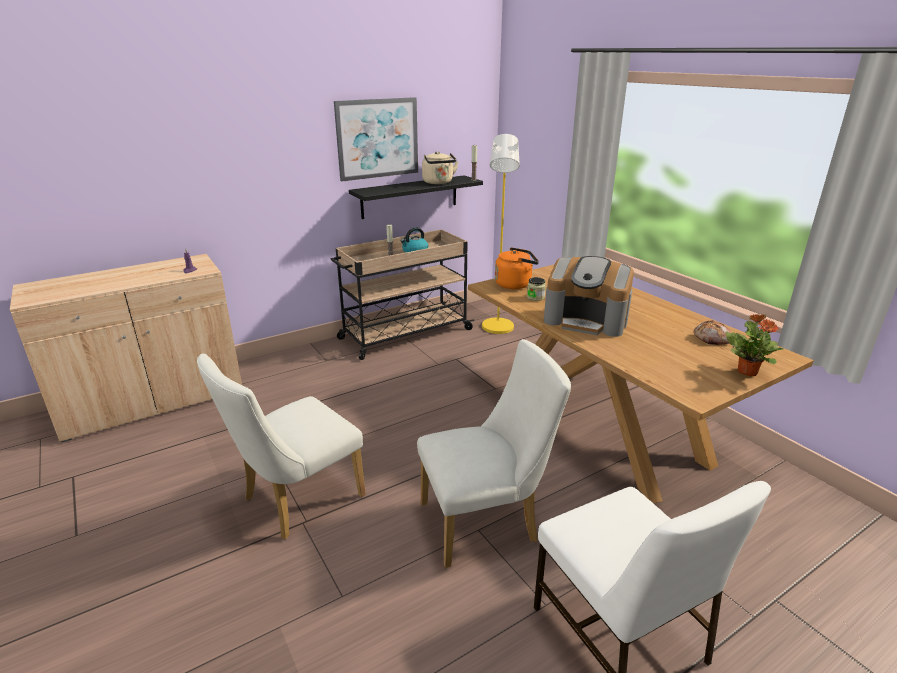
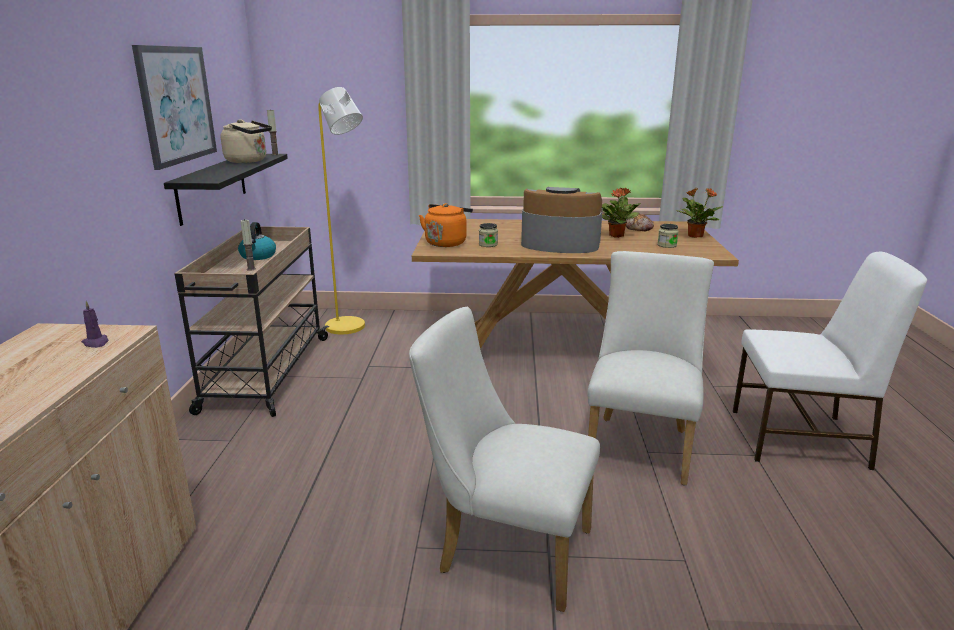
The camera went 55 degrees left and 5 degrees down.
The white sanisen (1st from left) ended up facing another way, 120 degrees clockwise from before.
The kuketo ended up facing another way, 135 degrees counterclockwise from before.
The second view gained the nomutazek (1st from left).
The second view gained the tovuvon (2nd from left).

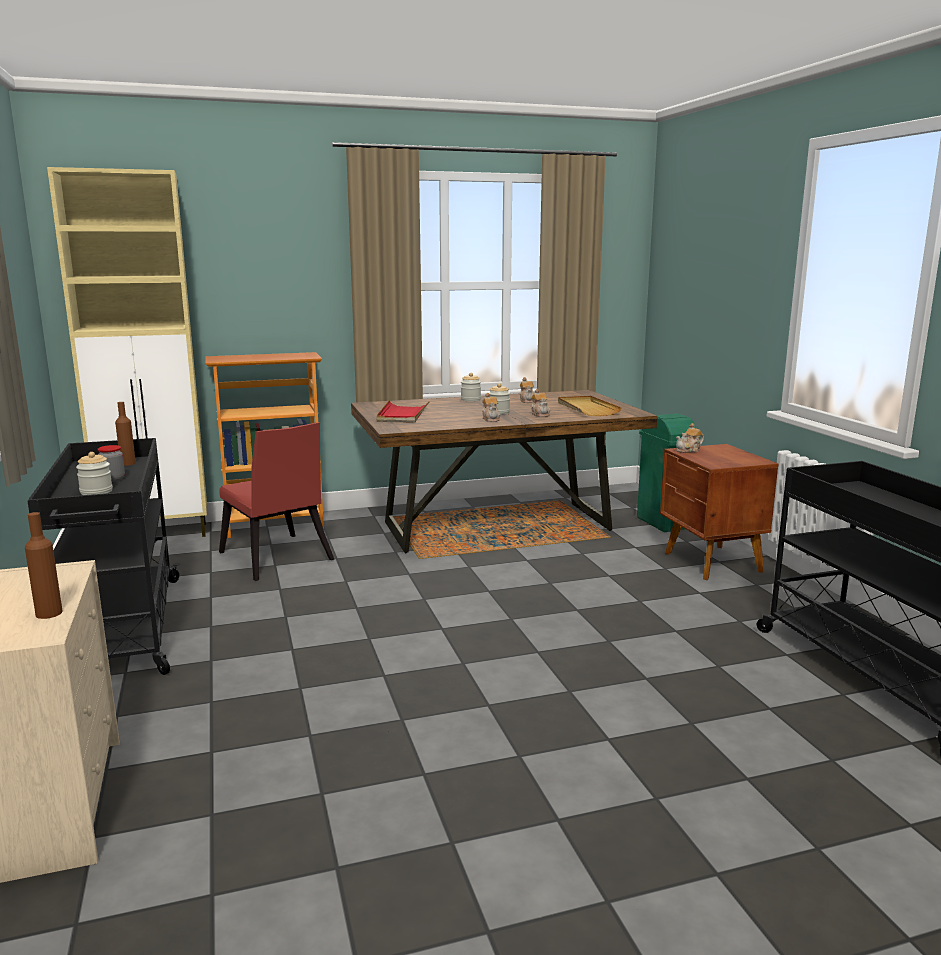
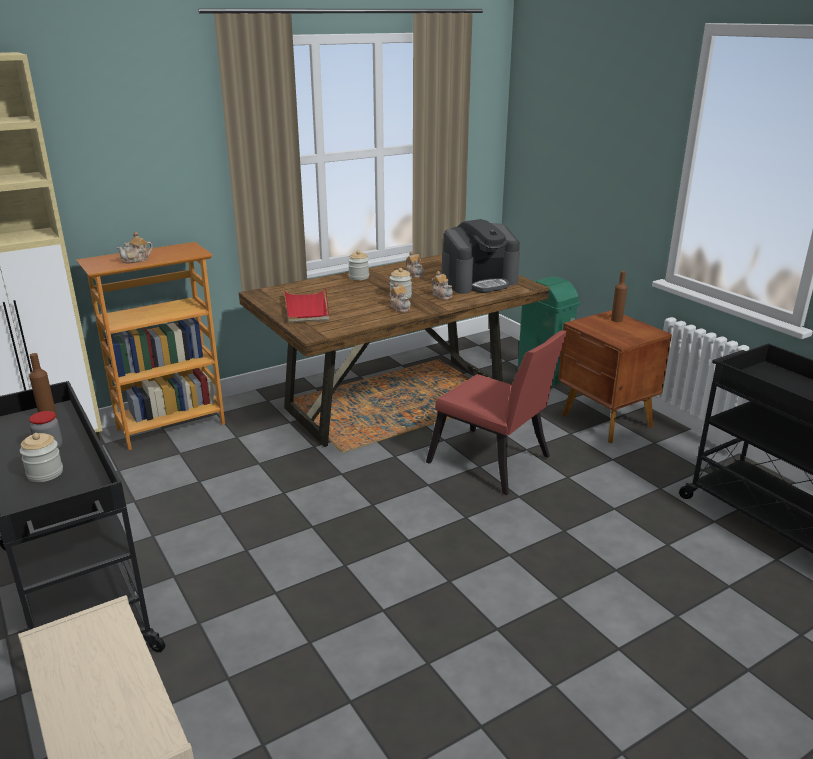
The camera went 15 degrees left and 10 degrees up.
The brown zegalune (1st from left in the first image) ended up elsewhere.
The red sanisen ended up elsewhere.
Where the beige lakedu stood, the kuketo came to stand.
The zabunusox (4th from left in the first image) ended up elsewhere.

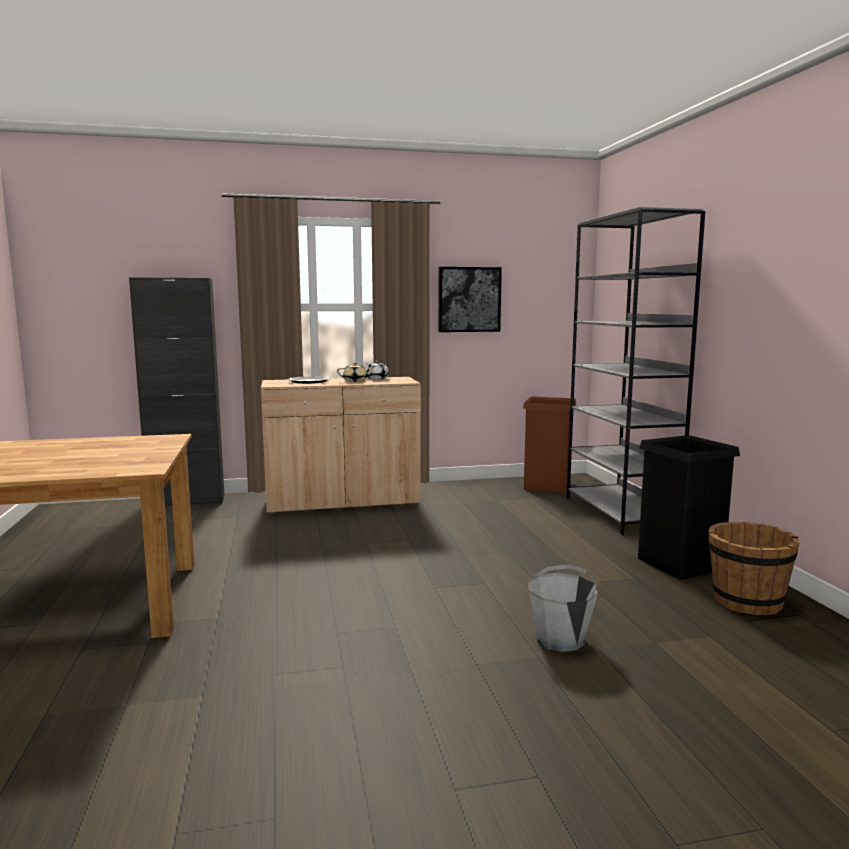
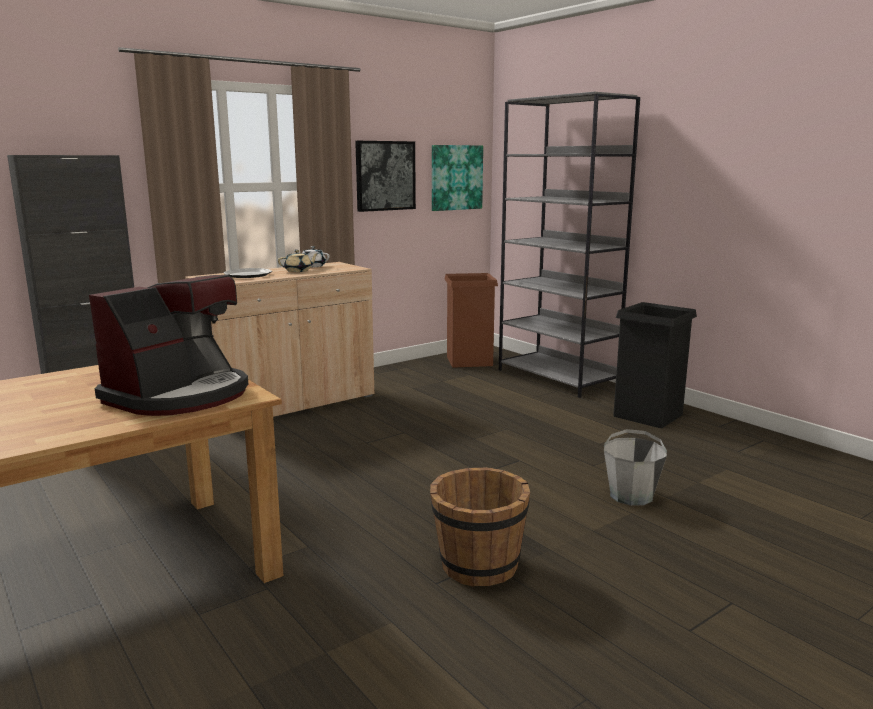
The camera went 25 degrees left and 5 degrees up.
The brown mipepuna ended up elsewhere.
The second view gained the kuketo.
The second view gained the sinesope (2nd from left).

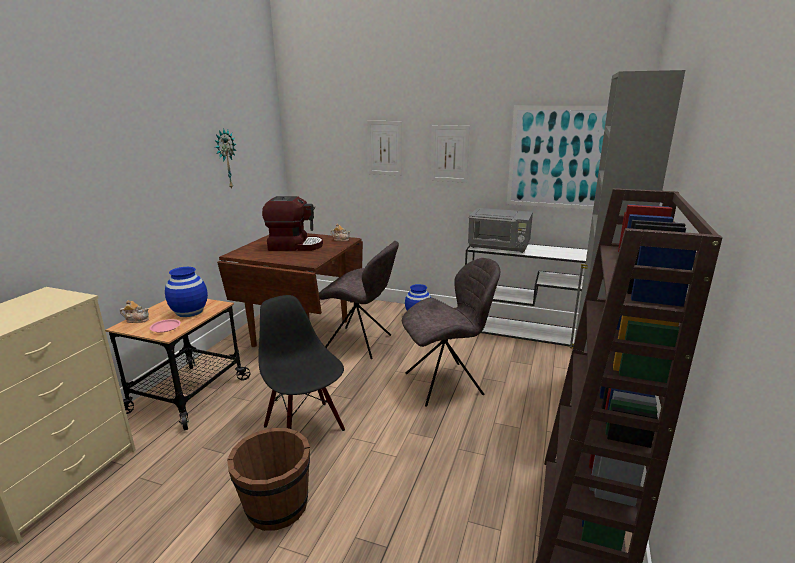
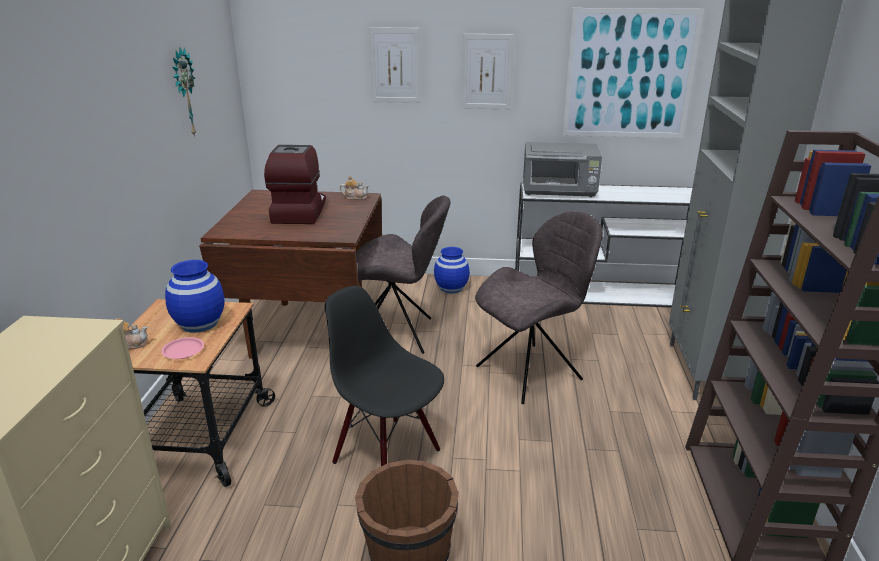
The camera went 15 degrees left and 5 degrees up.
The kuketo ended up facing another way, 75 degrees counterclockwise from before.

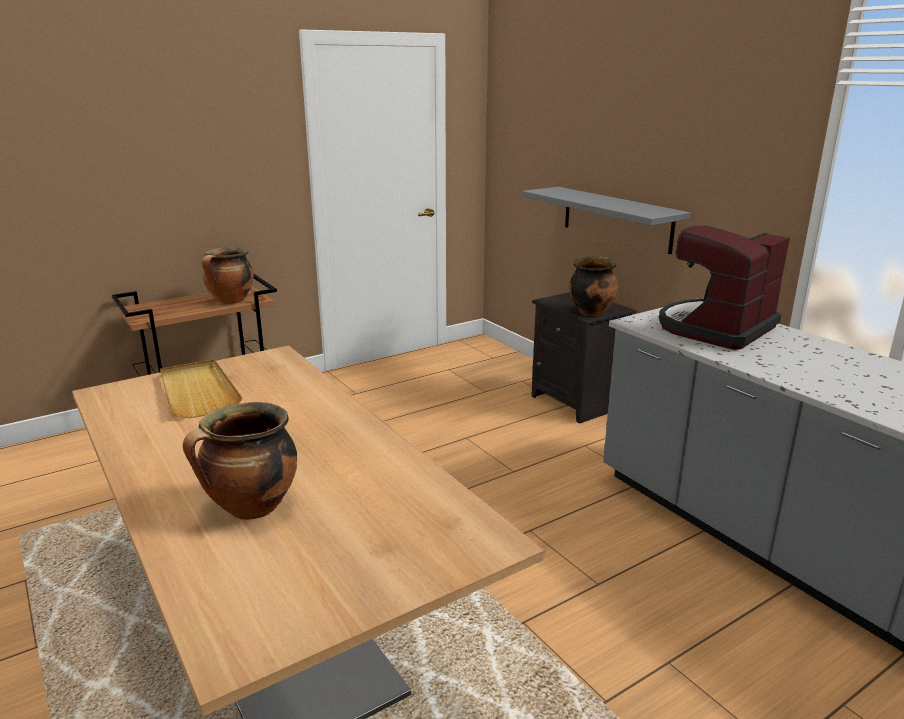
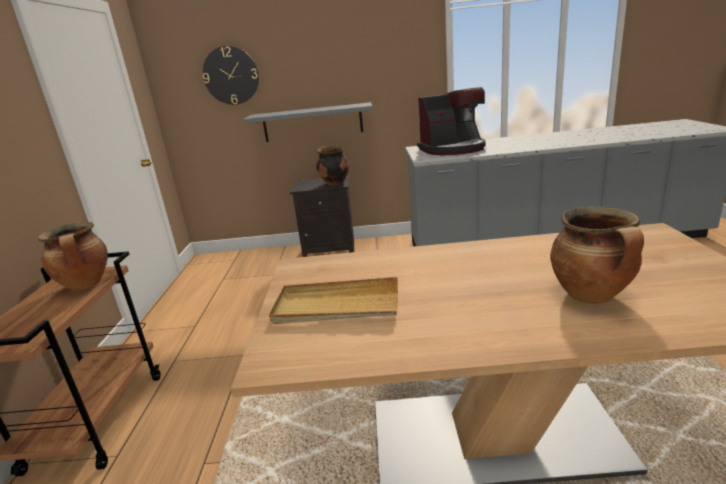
The camera went 55 degrees left and 0 degrees up.
The kuketo ended up facing another way, 90 degrees counterclockwise from before.
The second view gained the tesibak.

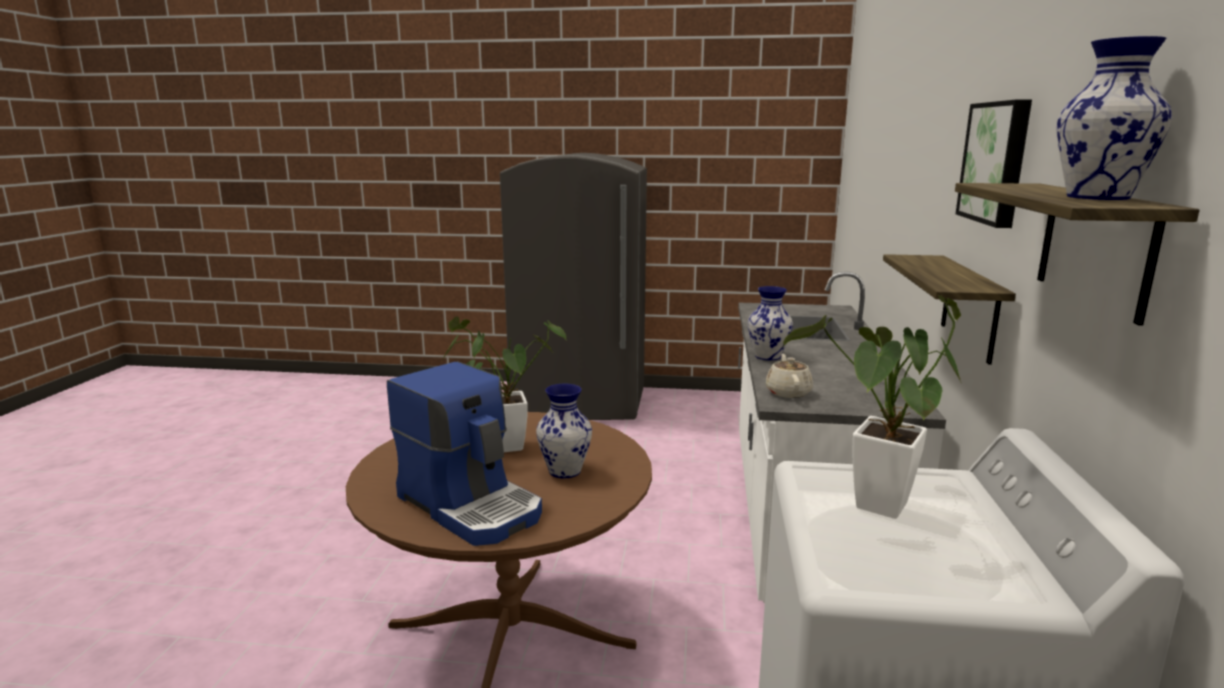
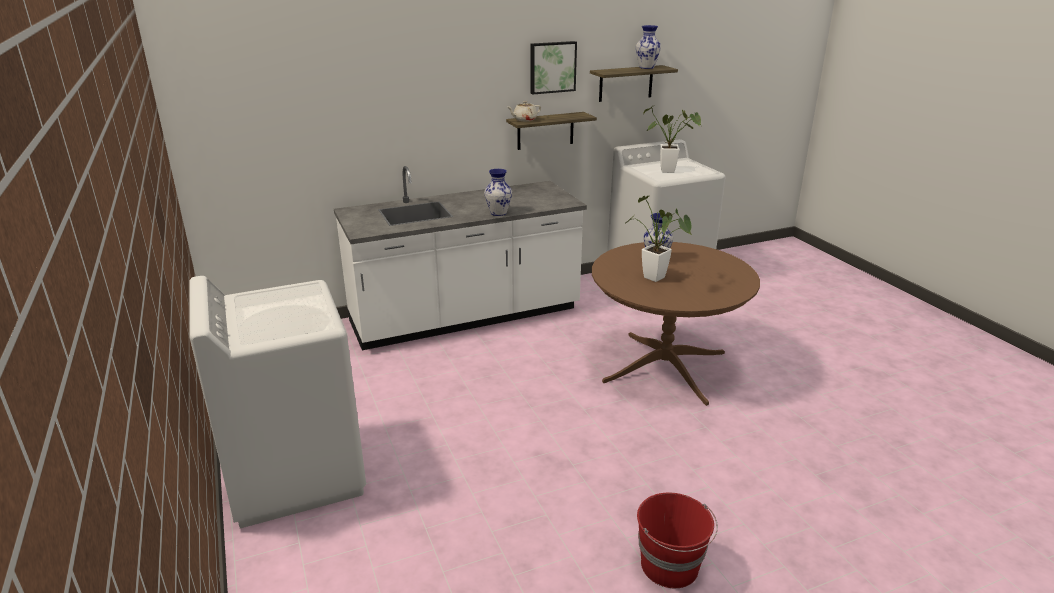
The camera went 120 degrees left and 10 degrees up.
The second view lost the kuketo.
Where the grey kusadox stood, the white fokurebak (1st from left) came to stand.
The beige zabunusox ended up elsewhere.
The second view gained the red mipepuna.

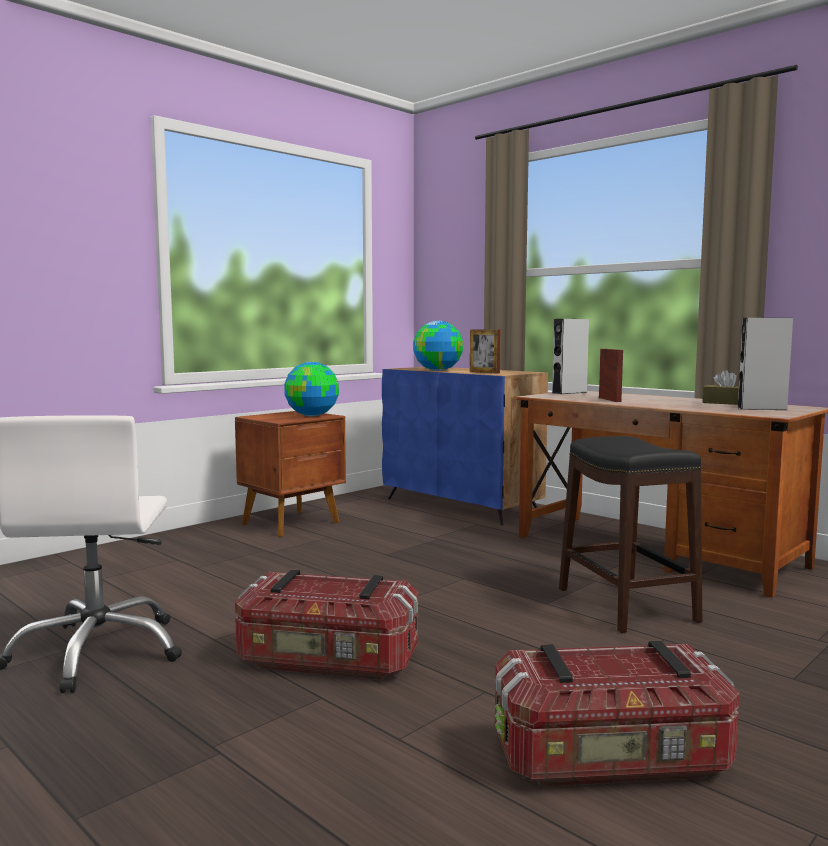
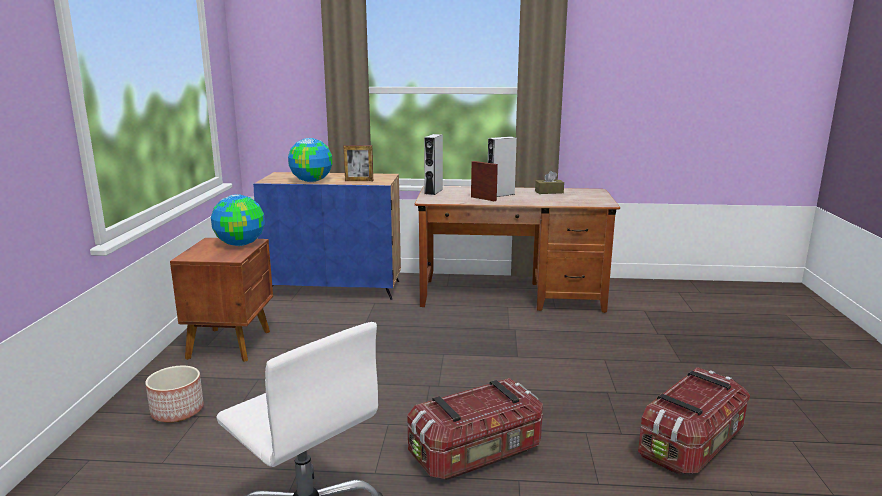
The camera went 40 degrees left and 10 degrees up.
The second view lost the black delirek.
The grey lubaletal (2nd from left) ended up elsewhere.
The second view gained the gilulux.

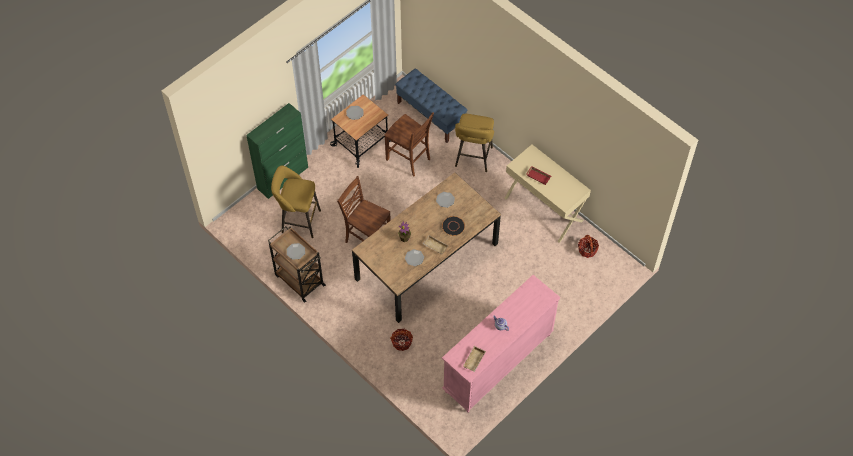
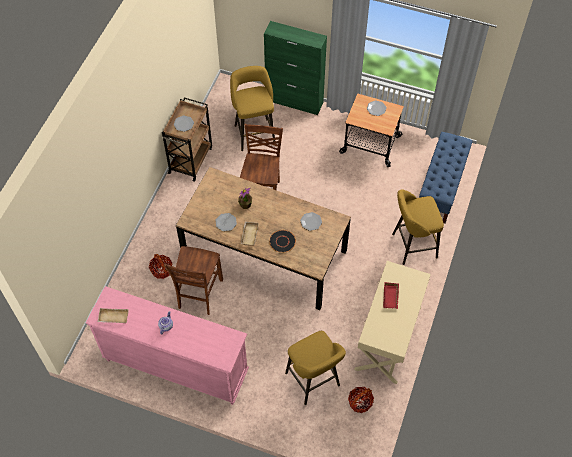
The camera went 65 degrees right and 0 degrees up.
The brown sanisen (2nd from left in the first image) ended up elsewhere.
The second view gained the yellow delirek (2nd from left).

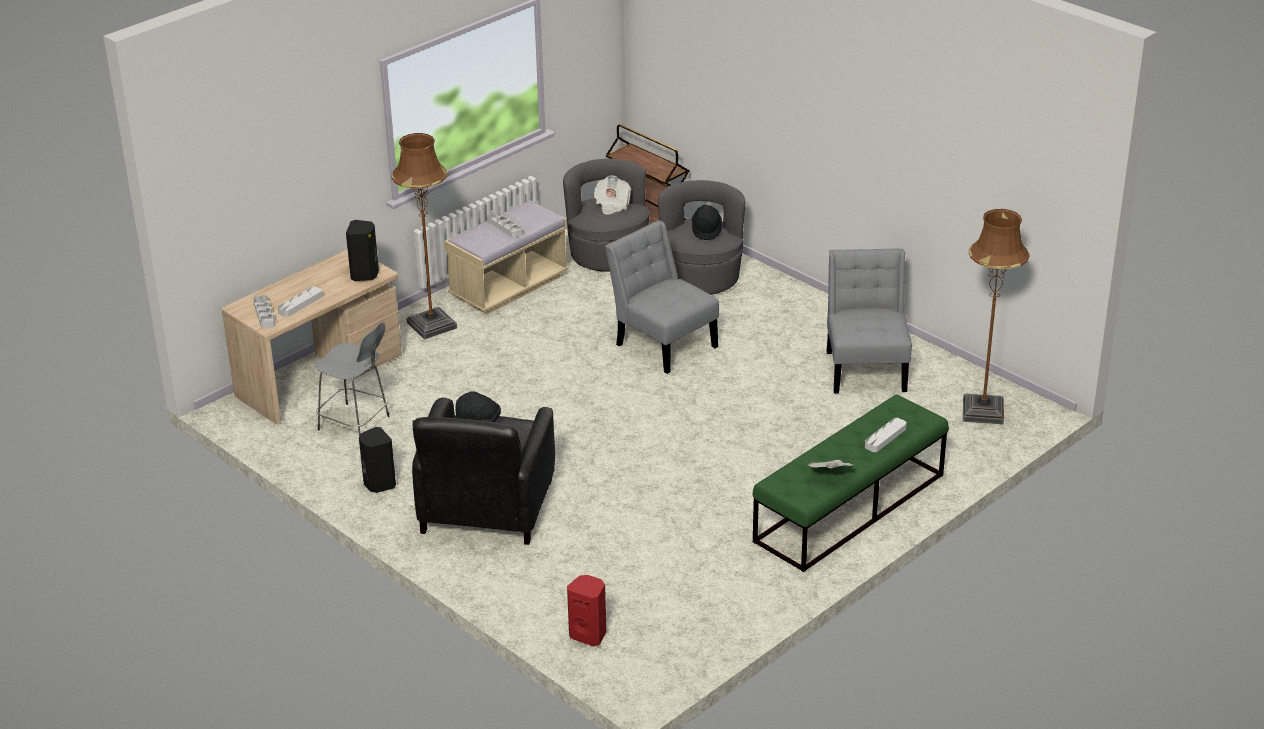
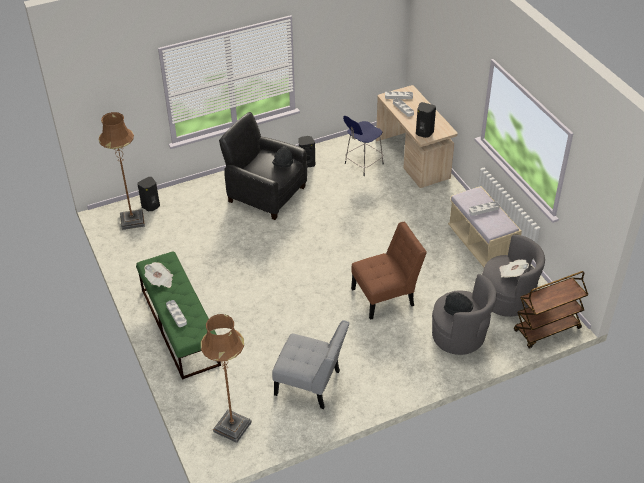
The camera went 110 degrees right and 10 degrees up.
What was the grey delirek turned into the blue delirek.
The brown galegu (1st from left) ended up elsewhere.
What was the red lubaletal turned into the black lubaletal (1st from left).
What was the grey sanisen (1st from left) turned into the brown sanisen.

